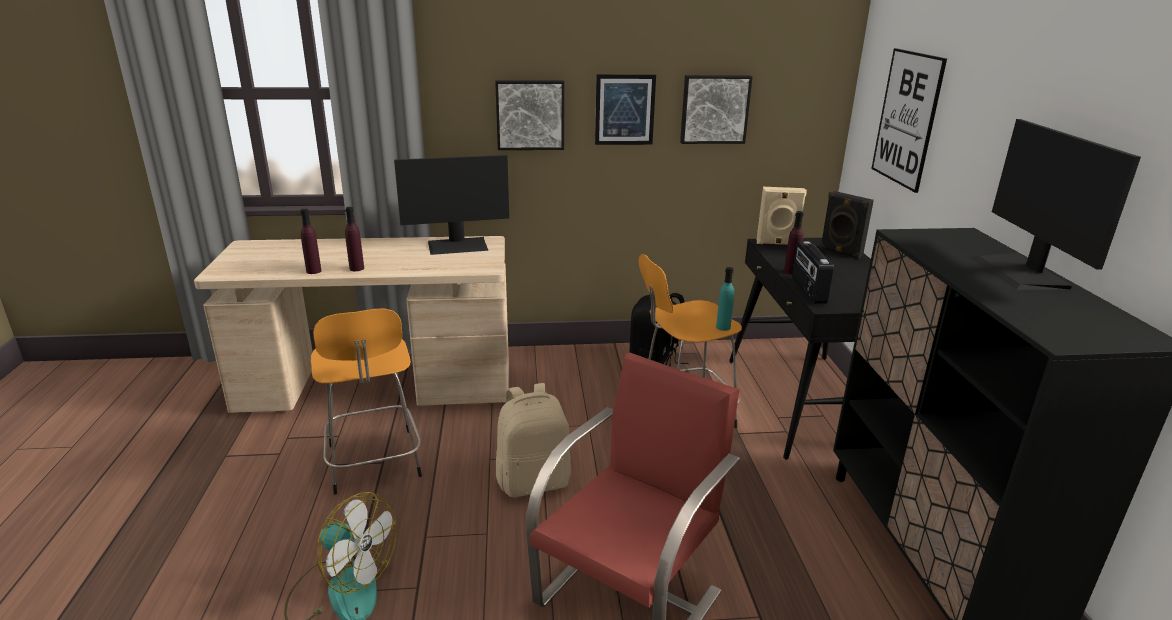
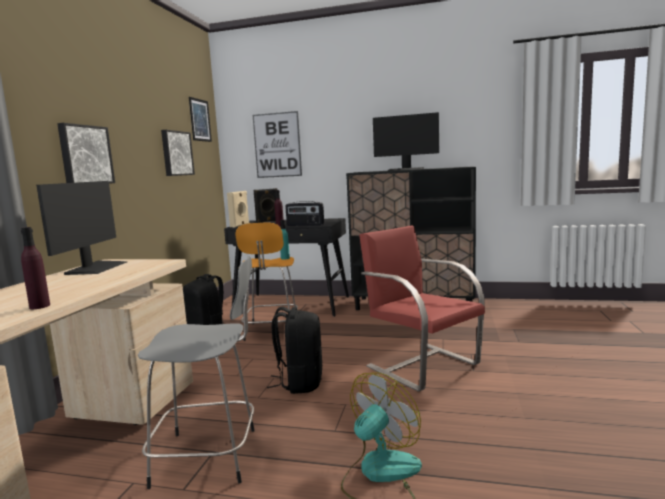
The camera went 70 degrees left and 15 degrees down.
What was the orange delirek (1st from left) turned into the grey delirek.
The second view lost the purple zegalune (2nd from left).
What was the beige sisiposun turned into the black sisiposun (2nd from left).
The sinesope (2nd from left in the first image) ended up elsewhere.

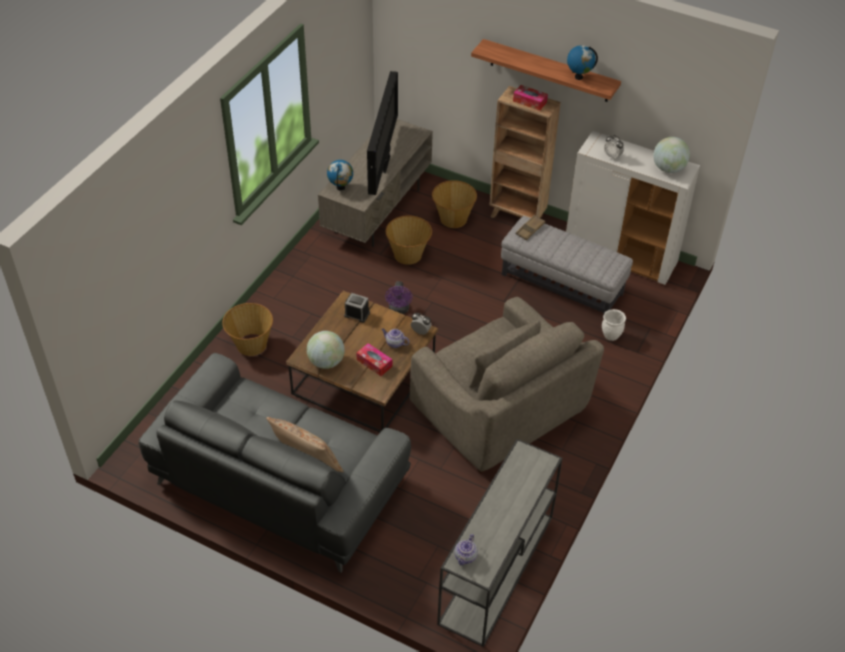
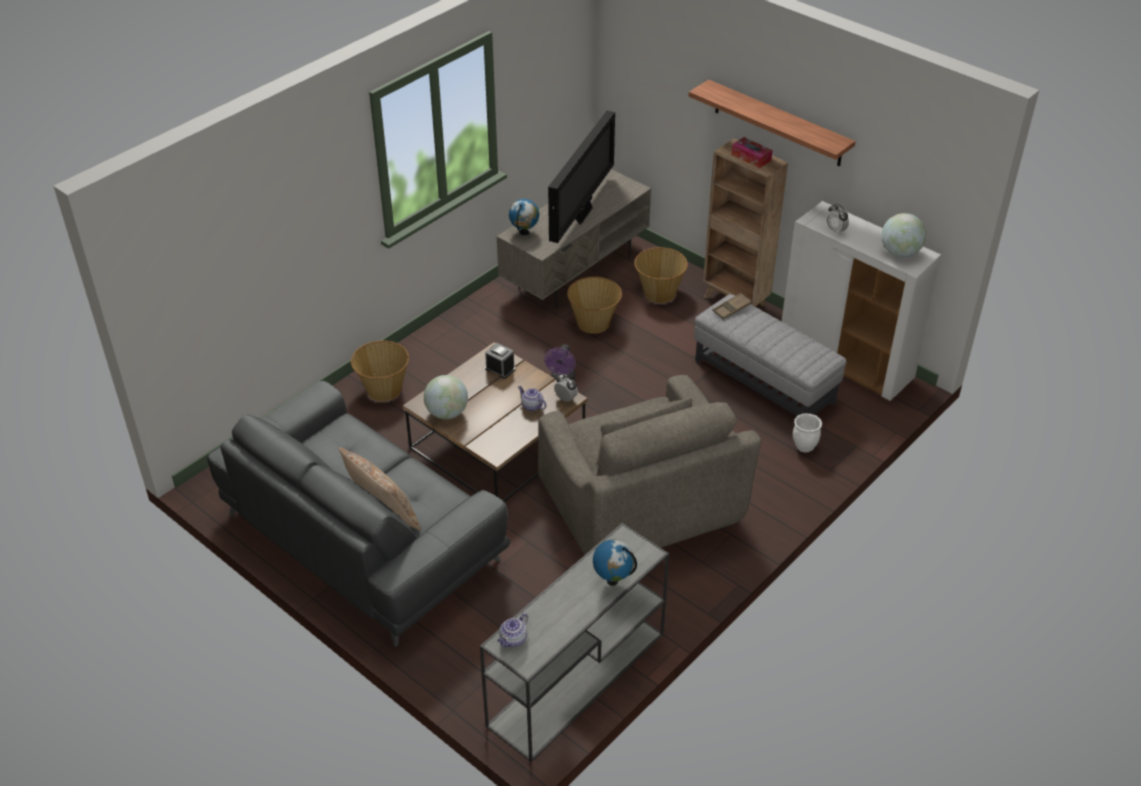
The camera went 15 degrees right and 5 degrees down.
The second view lost the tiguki (1st from left).
The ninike (3rd from left) ended up elsewhere.

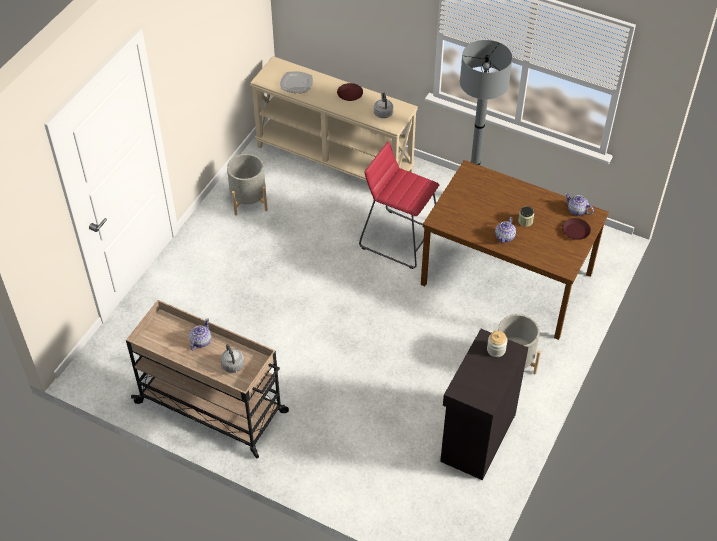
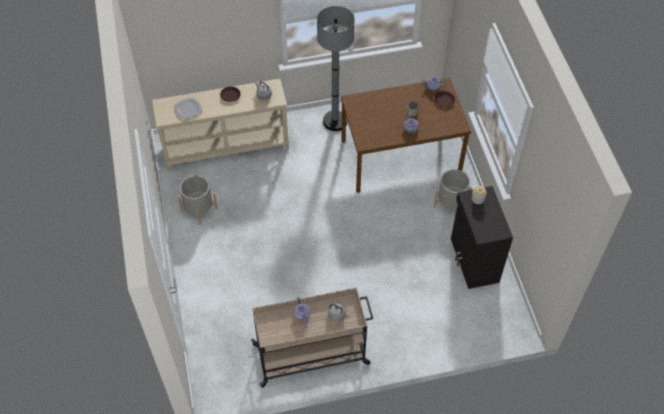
The camera went 40 degrees left and 5 degrees up.
The second view lost the red delirek.

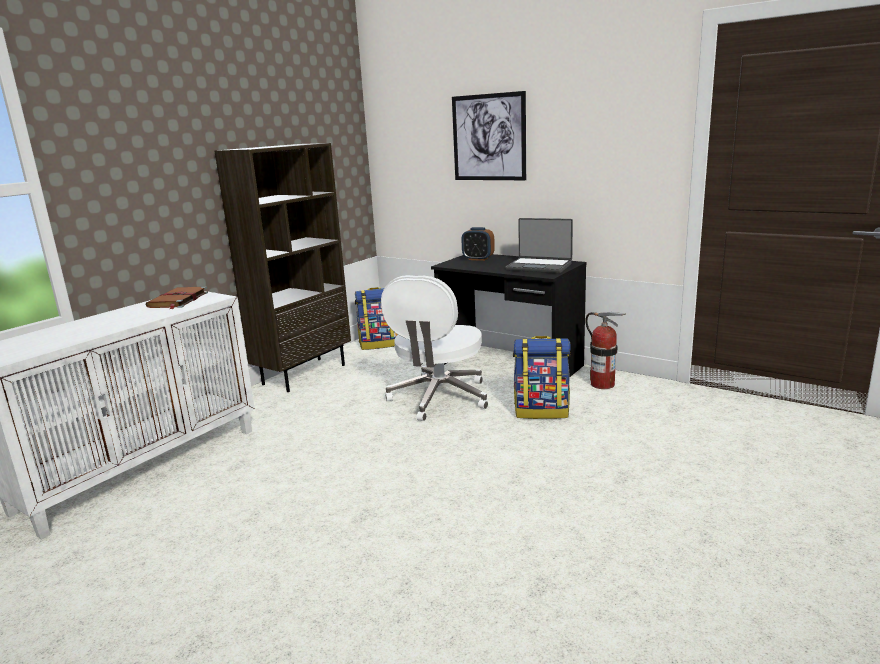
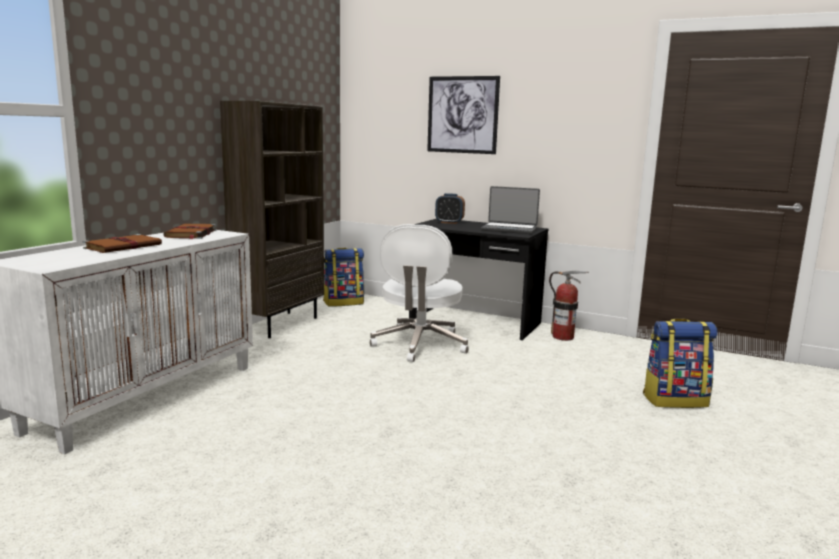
The camera went 10 degrees left and 5 degrees down.
The sisiposun (2nd from left) ended up elsewhere.
The second view gained the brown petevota (1st from left).

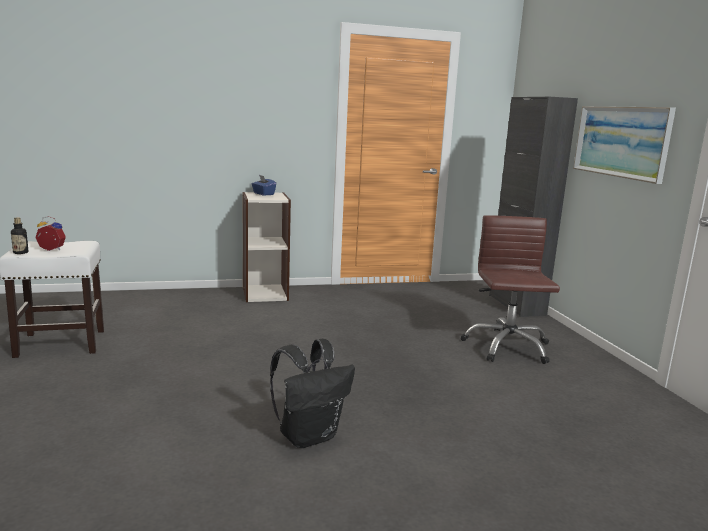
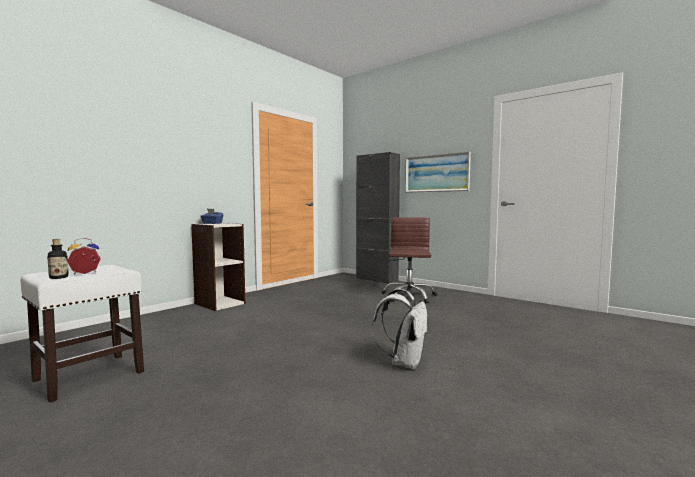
The camera went 35 degrees left and 10 degrees down.
What was the black sisiposun turned into the white sisiposun.
The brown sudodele ended up facing another way, 45 degrees clockwise from before.

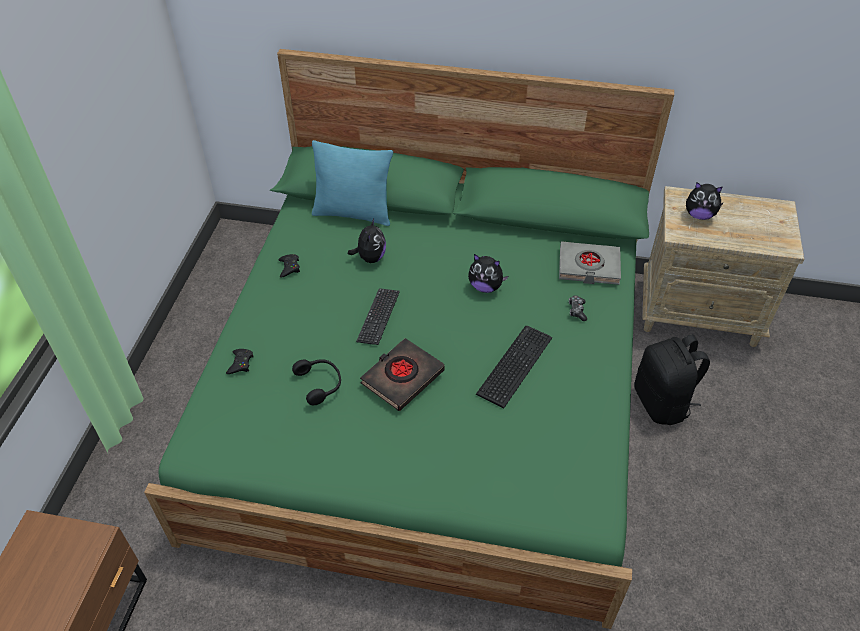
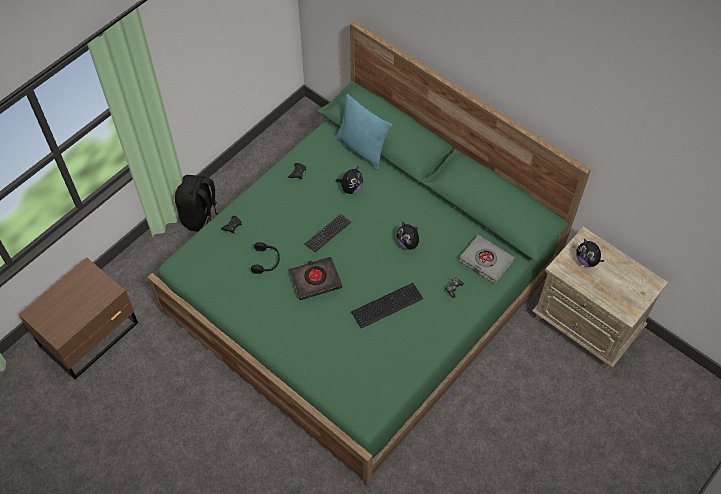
The camera went 30 degrees right and 10 degrees up.
The black sisiposun ended up elsewhere.

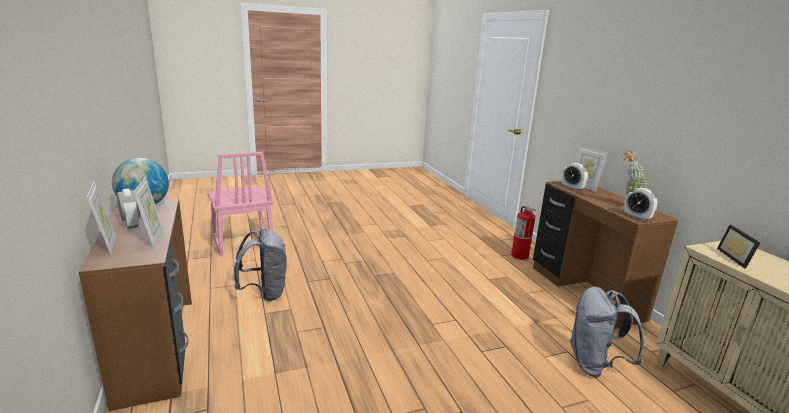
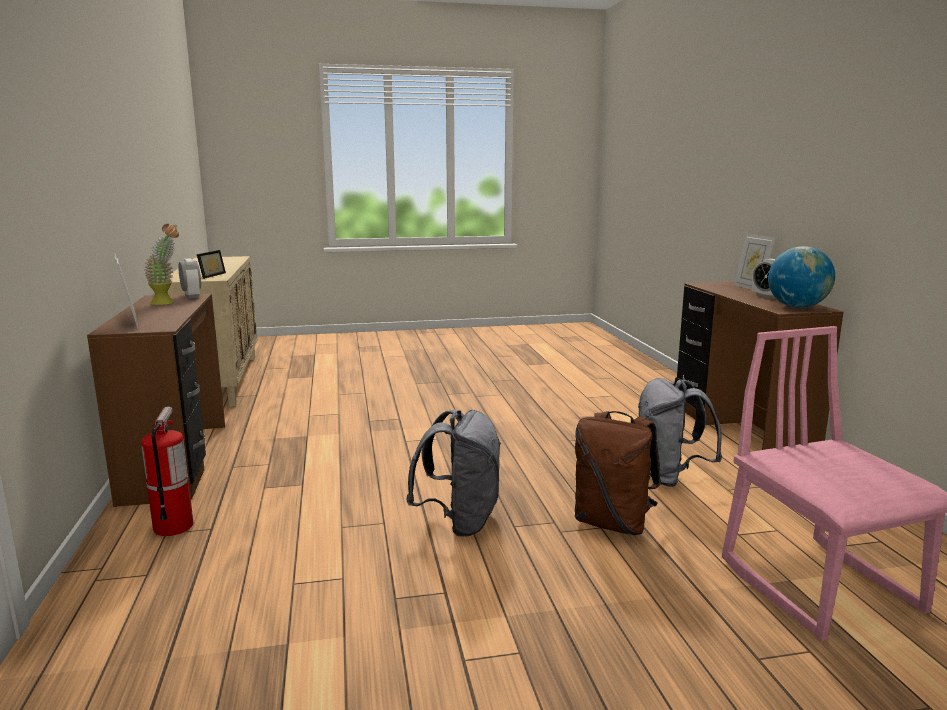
The camera went 170 degrees left and 5 degrees down.
The second view lost the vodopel (2nd from left).
The second view lost the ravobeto (2nd from left).
The grey sisiposun (2nd from left in the first image) ended up elsewhere.
The second view gained the brown sisiposun.

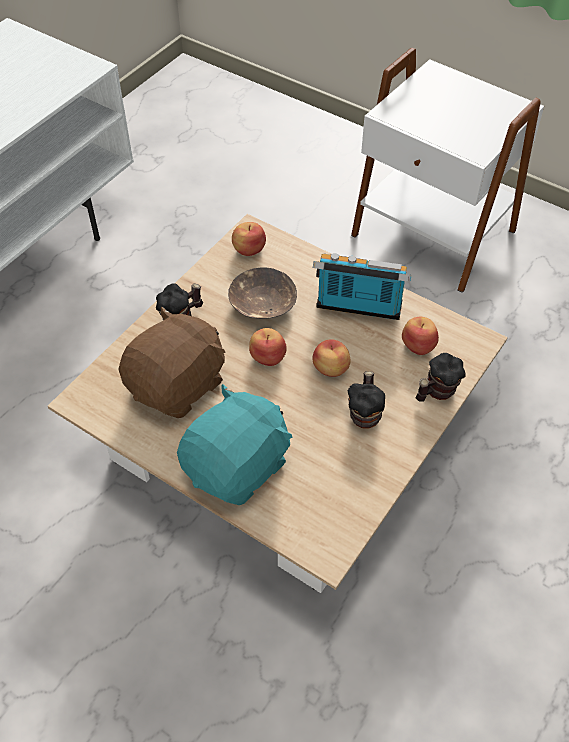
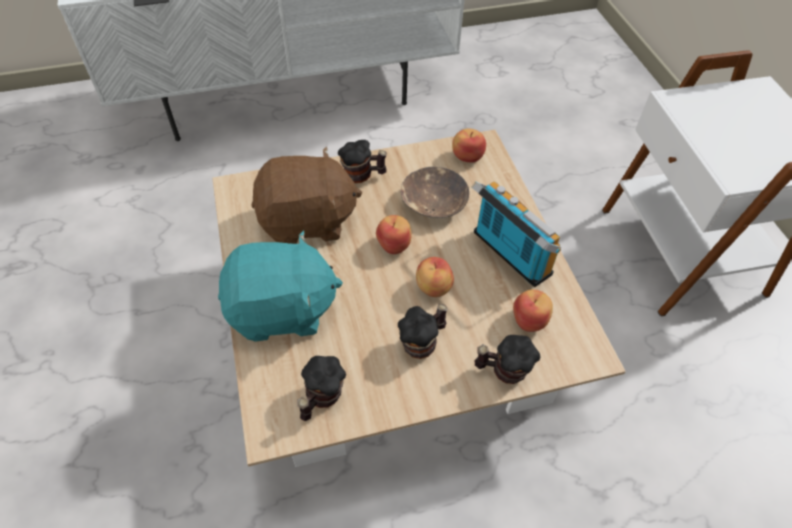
The camera went 40 degrees right and 0 degrees up.
The second view gained the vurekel (1st from left).

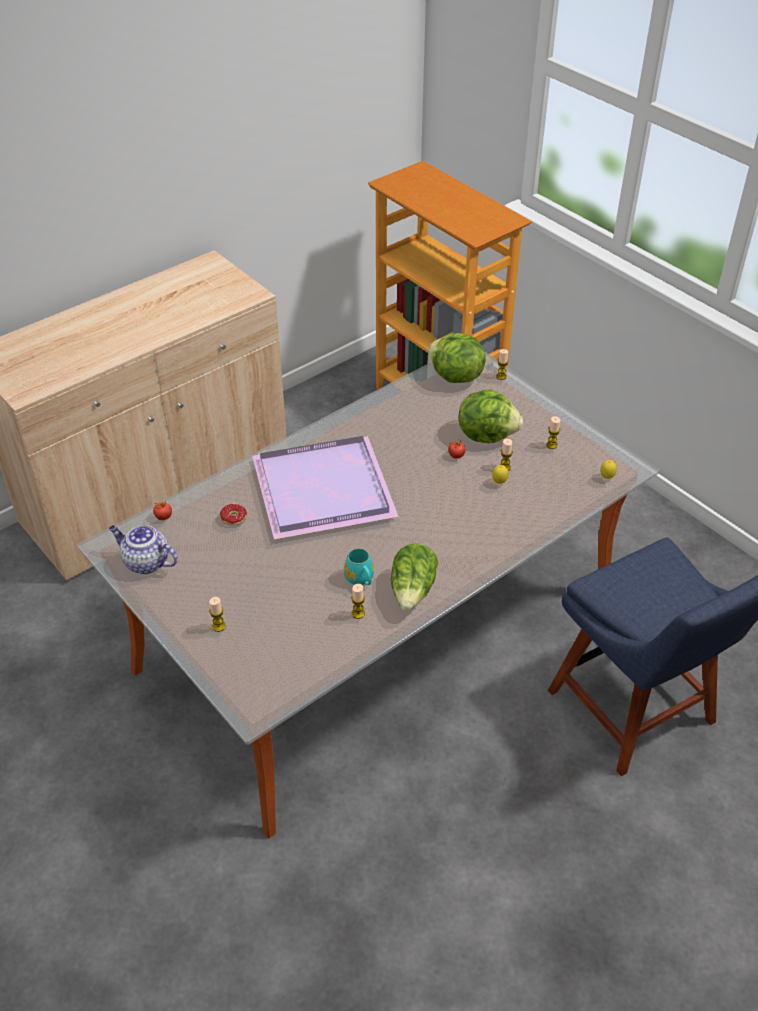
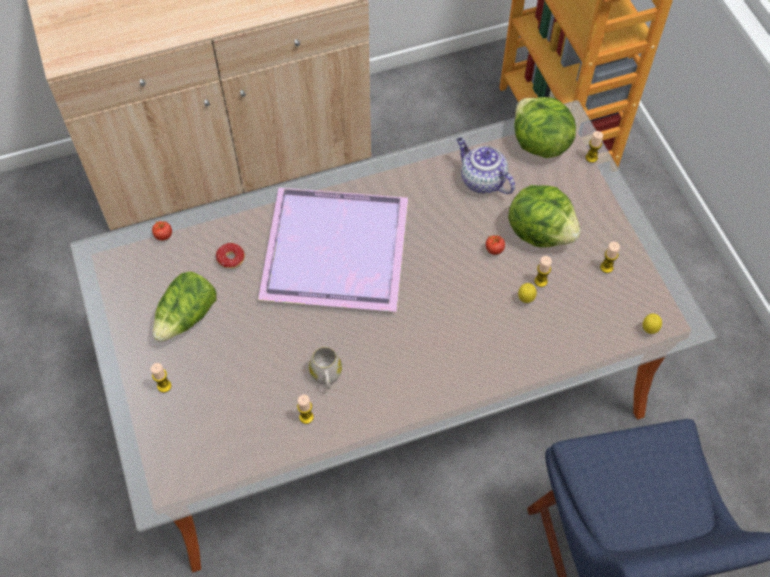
The camera went 20 degrees right and 15 degrees up.
The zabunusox ended up elsewhere.
What was the turquoise vurekel turned into the white vurekel.
The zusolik (1st from left) ended up elsewhere.

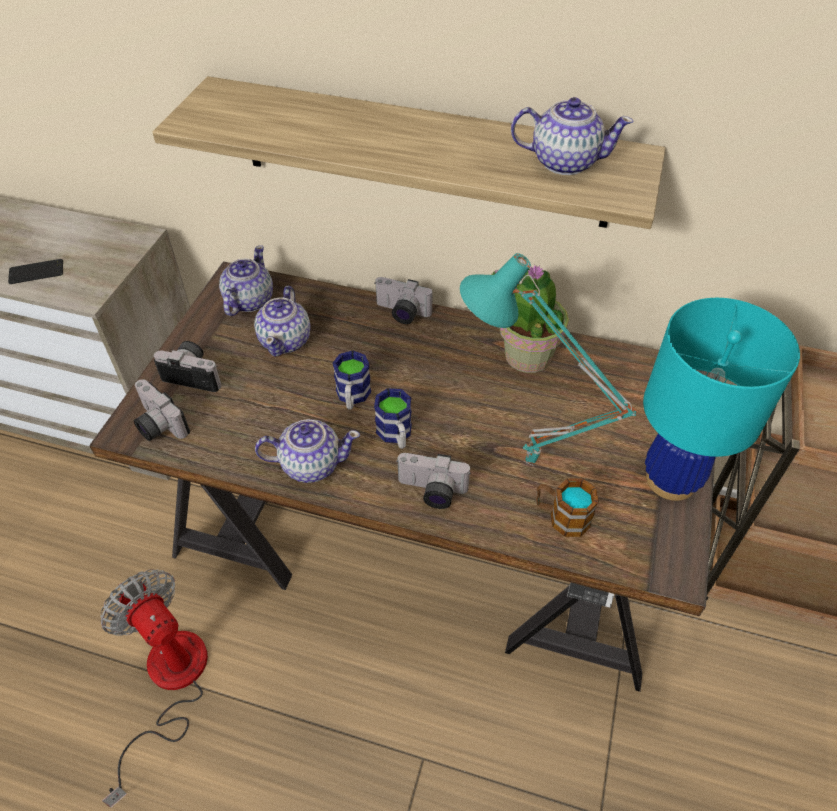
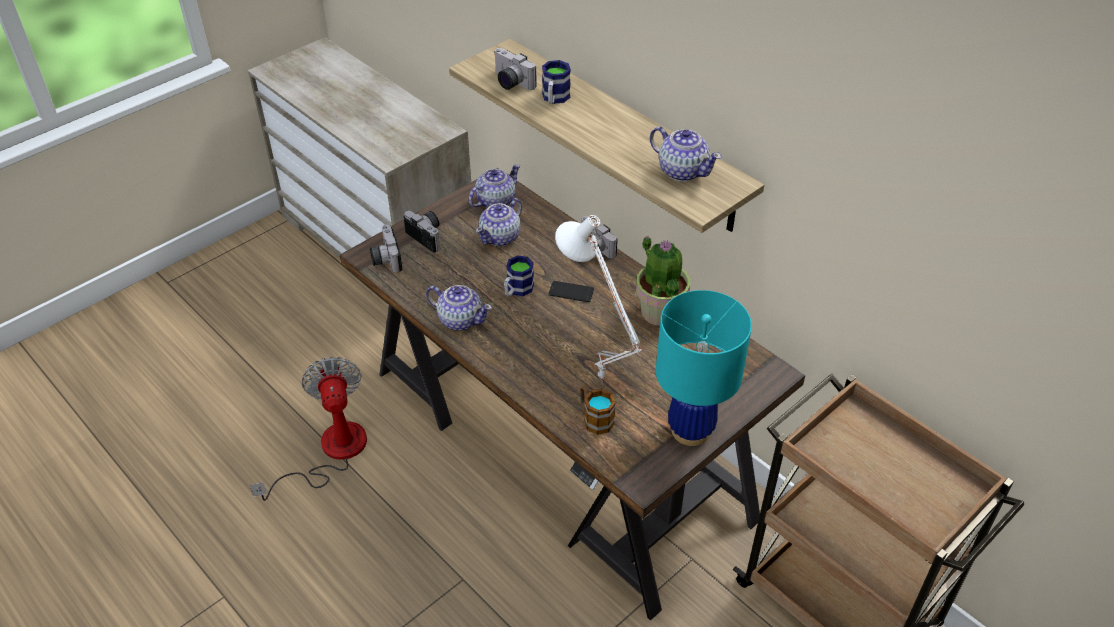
The camera went 30 degrees right and 5 degrees down.
The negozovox ended up elsewhere.
The vurekel (2nd from left) ended up elsewhere.
The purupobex (4th from left in the first image) ended up elsewhere.
What was the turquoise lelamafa (1st from left) turned into the white lelamafa.

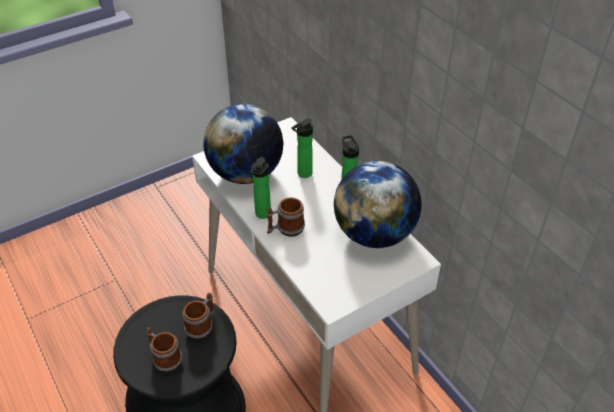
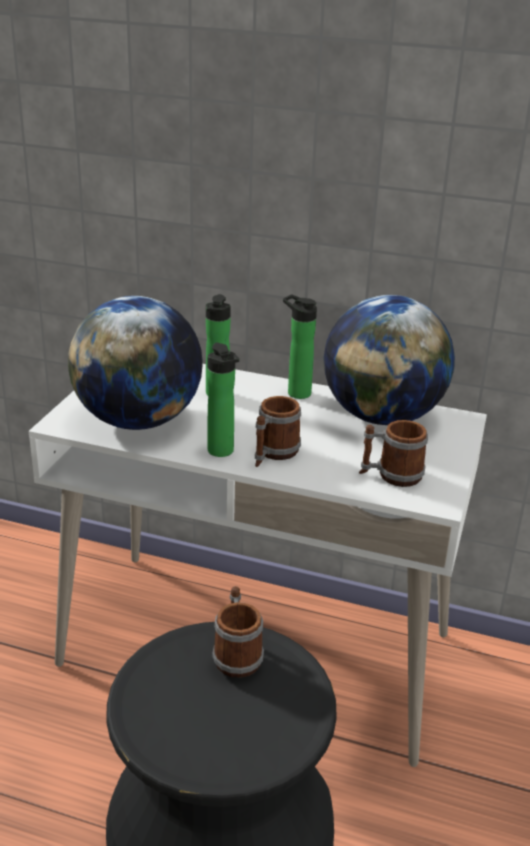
The camera went 40 degrees left and 15 degrees down.
The vurekel (1st from left in the first image) ended up elsewhere.

